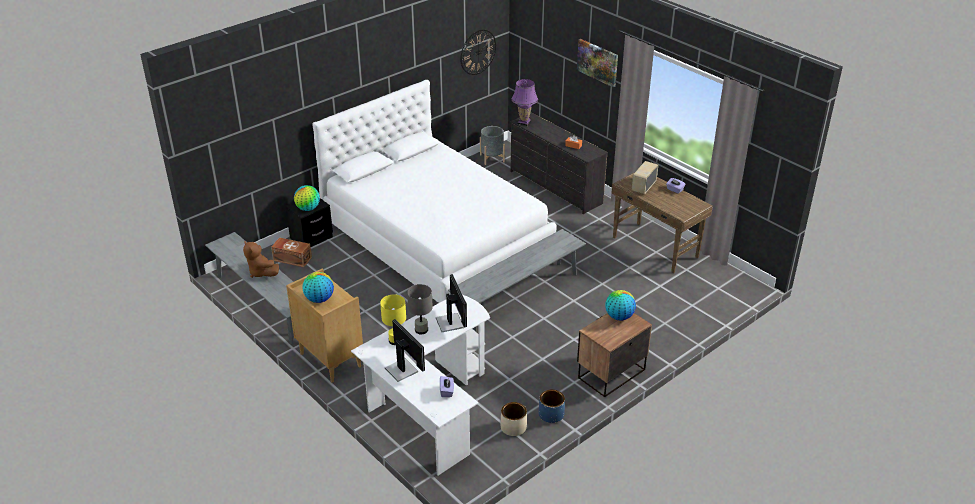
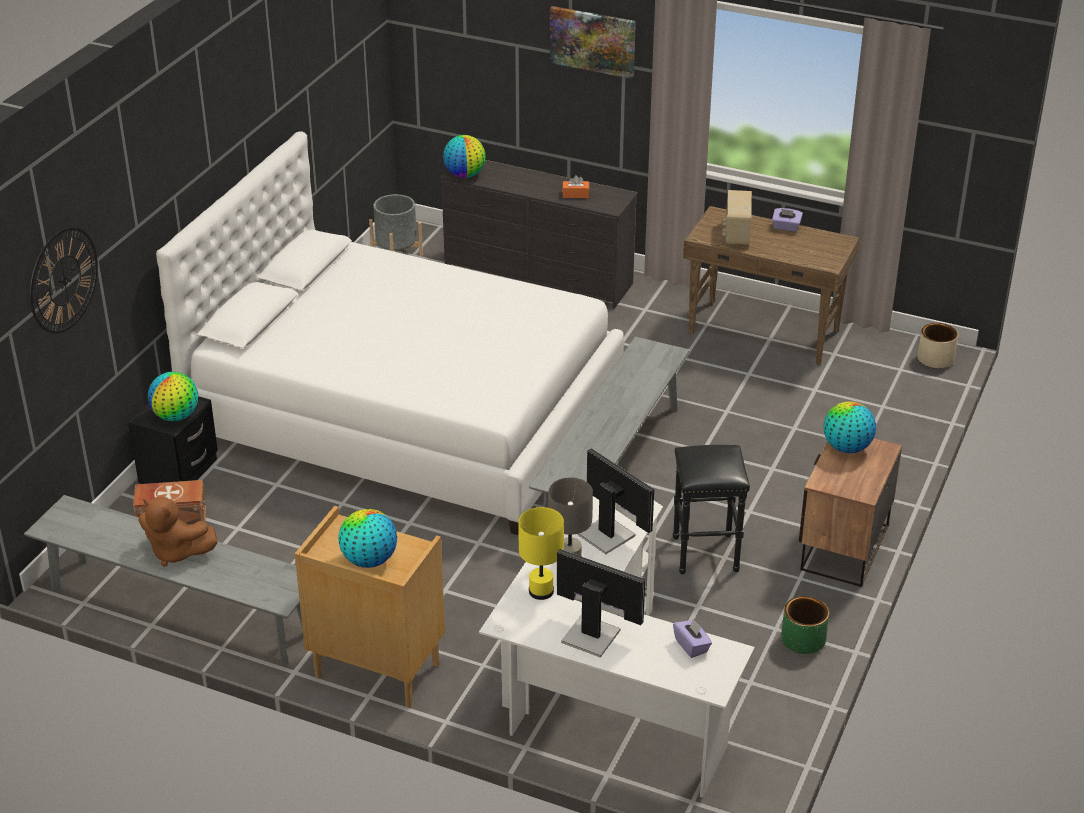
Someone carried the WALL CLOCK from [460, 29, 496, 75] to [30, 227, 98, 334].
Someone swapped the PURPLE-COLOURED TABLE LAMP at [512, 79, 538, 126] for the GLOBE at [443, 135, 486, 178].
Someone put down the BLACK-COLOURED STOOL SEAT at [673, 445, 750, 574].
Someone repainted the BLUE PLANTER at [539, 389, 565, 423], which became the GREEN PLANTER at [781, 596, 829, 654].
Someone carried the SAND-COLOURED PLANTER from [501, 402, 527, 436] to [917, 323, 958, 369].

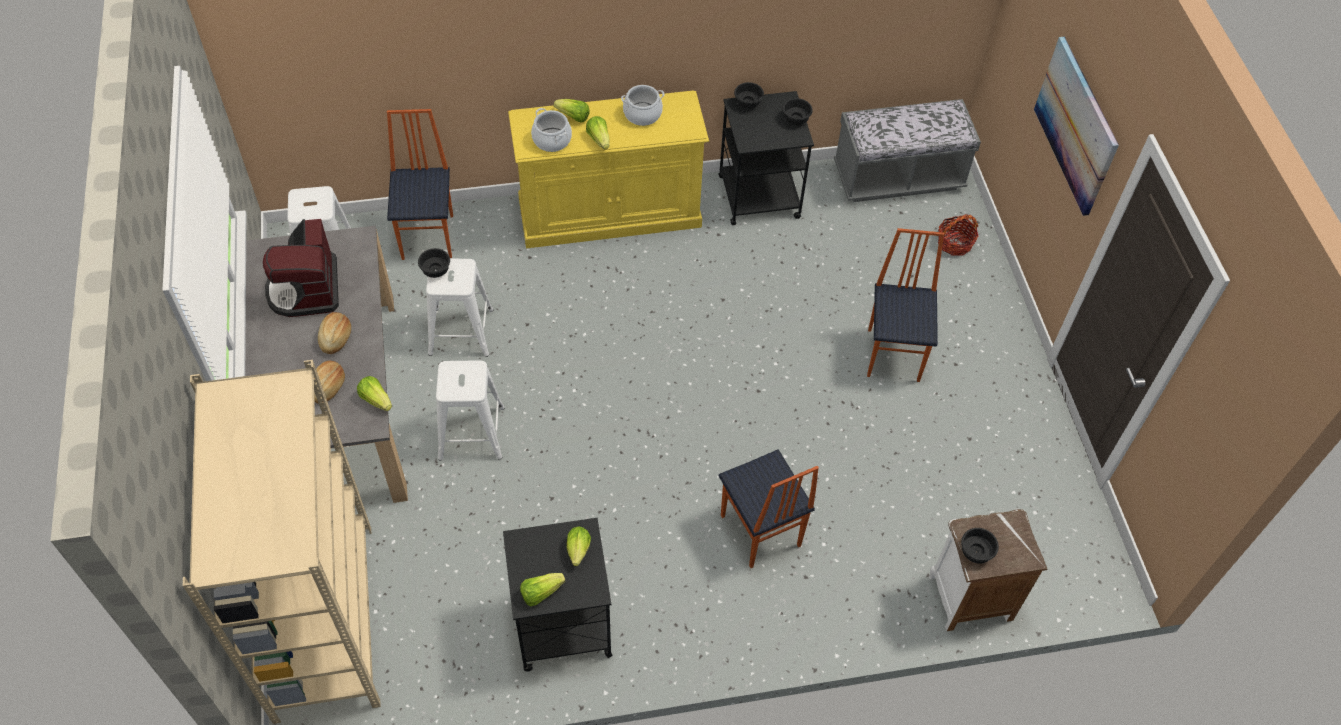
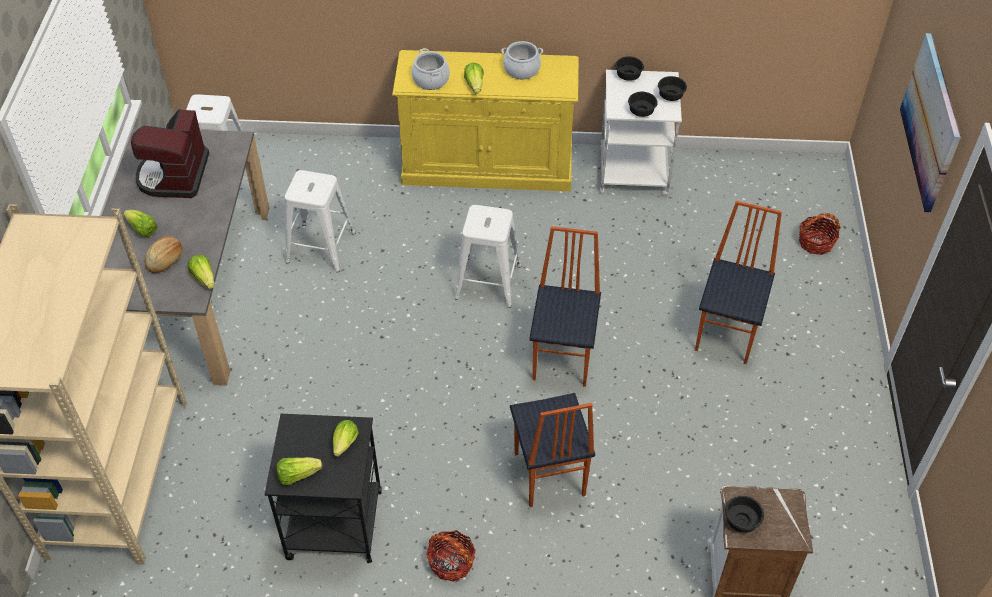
Someone carried the LETTUCE from [553, 99, 590, 123] to [123, 210, 157, 237].
Someone put down the HOUSEHOLD BASKET at [426, 530, 476, 582].
Someone carried the WHITE-COLOURED STOOL SEAT from [436, 360, 505, 461] to [454, 205, 522, 308].
Someone carried the UPRIGHT CHAIR from [387, 109, 453, 260] to [529, 226, 601, 387].
Someone repainted the BLACK-COLOURED TROLLEY at [718, 91, 814, 225], which became the WHITE-COLOURED TROLLEY at [599, 70, 682, 197].
Someone carried the BLACK-COLOURED SERVING BOWL from [418, 248, 450, 278] to [628, 92, 658, 117].
Someone took away the BAKERY BREAD at [318, 312, 351, 354].
Someone took away the GREY INDOOR BENCH at [834, 99, 981, 202].

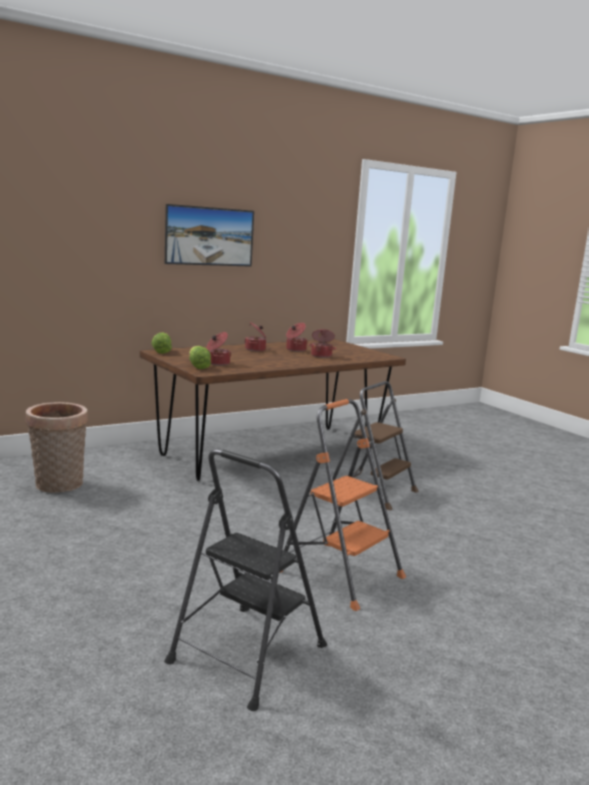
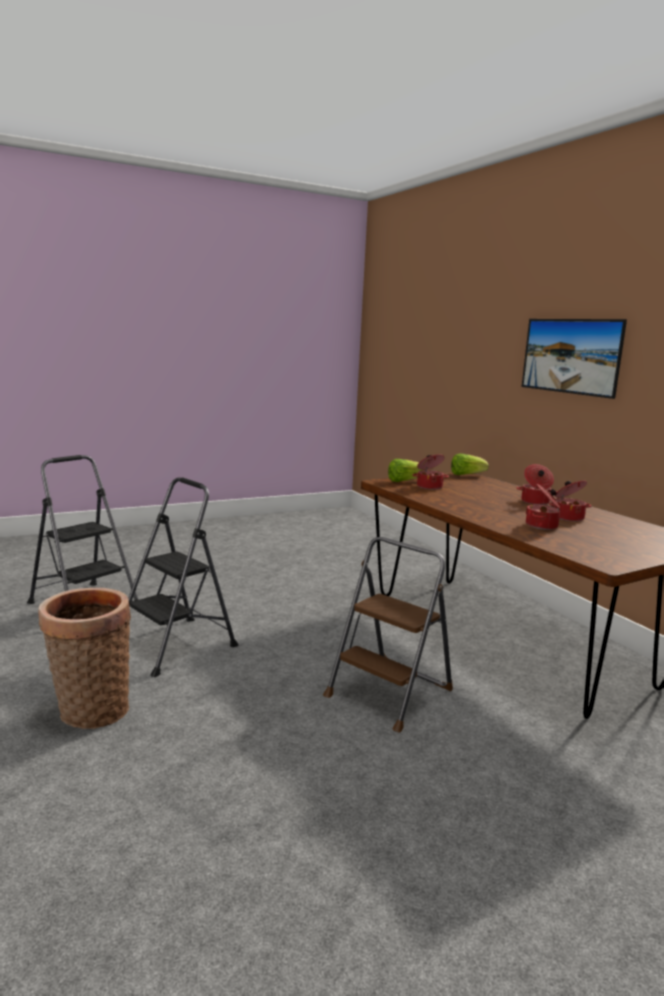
Someone carried the HOUSEHOLD BASKET from [26, 402, 88, 493] to [38, 588, 131, 729].
Someone repainted the ORANGE STEP LADDER at [280, 399, 406, 611], which became the BLACK-COLOURED STEP LADDER at [128, 477, 239, 677].

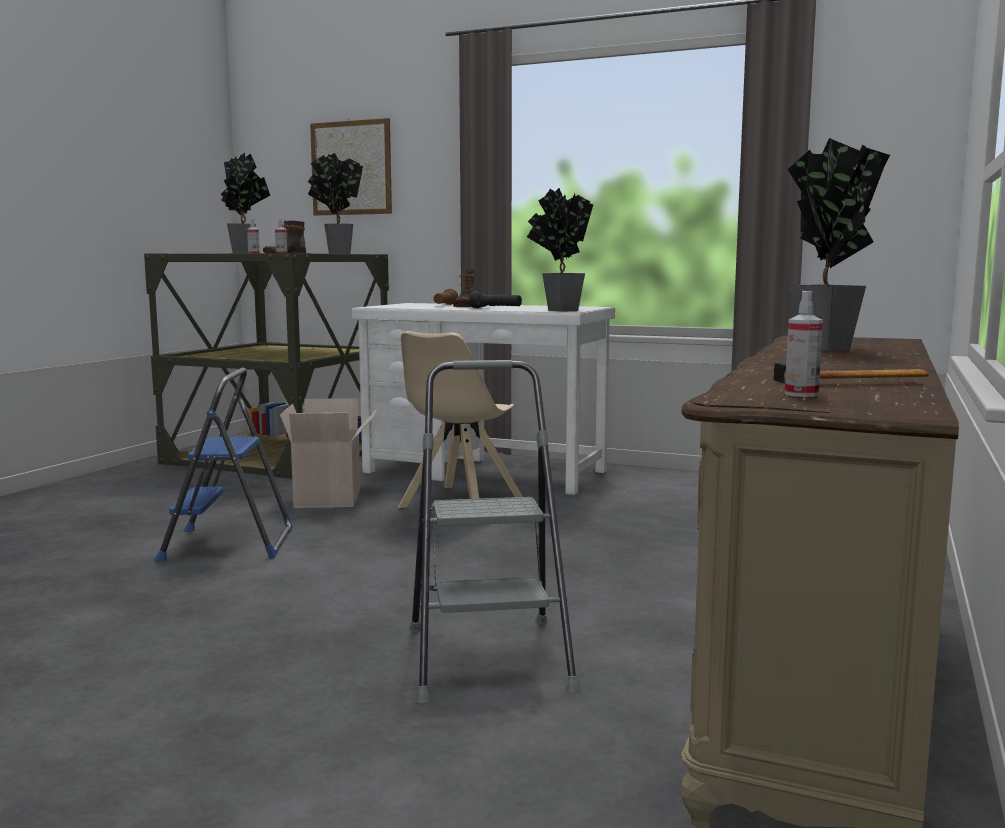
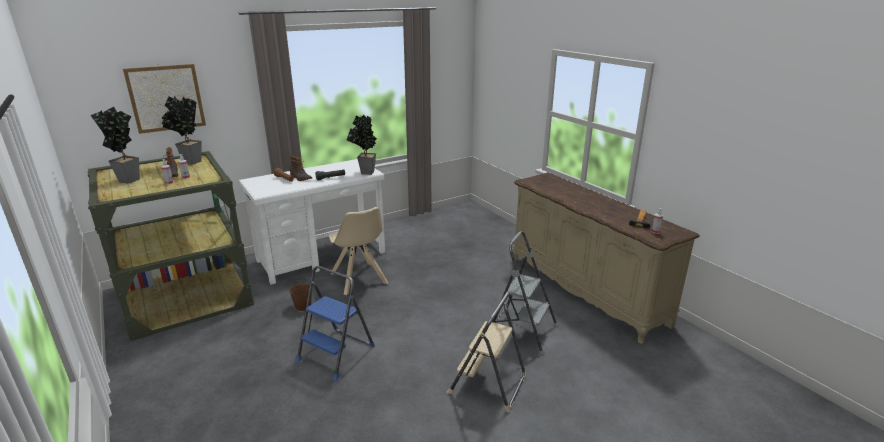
Someone swapped the CARDBOARD BOX at [280, 398, 377, 508] for the BROWN-COLOURED BUCKET at [289, 278, 313, 311].
Someone put down the SAND-COLOURED STEP LADDER at [447, 291, 526, 412].
Someone took away the HOUSEPLANT at [788, 138, 890, 351].

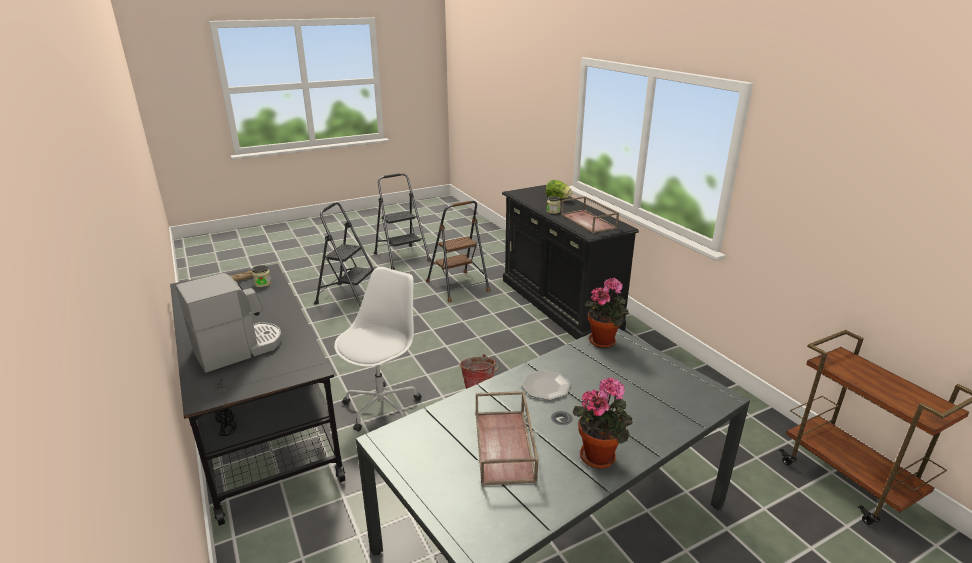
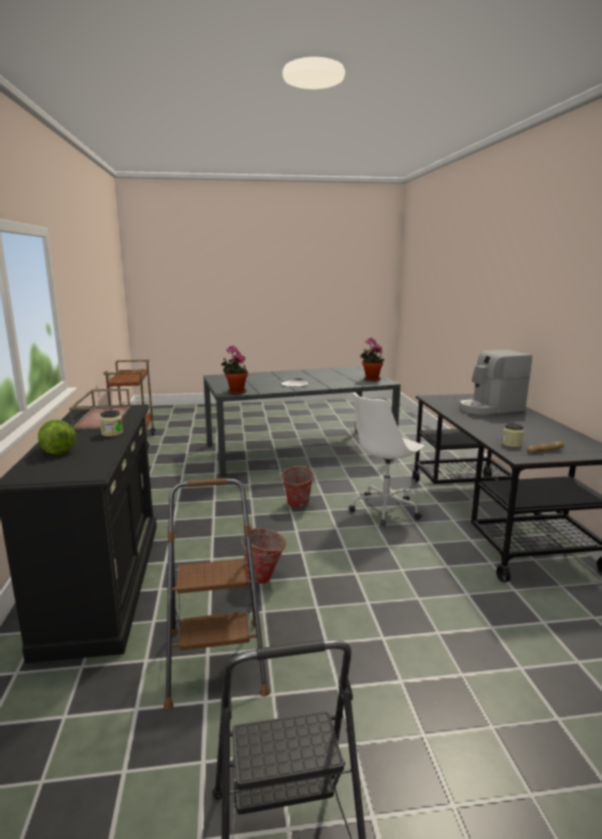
Someone put down the BUCKET at [242, 526, 286, 584].
Someone carried the HOUSEPLANT from [573, 377, 632, 469] to [360, 338, 384, 381].
Someone took away the BLACK-COLOURED STEP LADDER at [314, 202, 374, 306].
Someone took away the BROWN-COLOURED CARRYING TRAY at [476, 391, 538, 486].

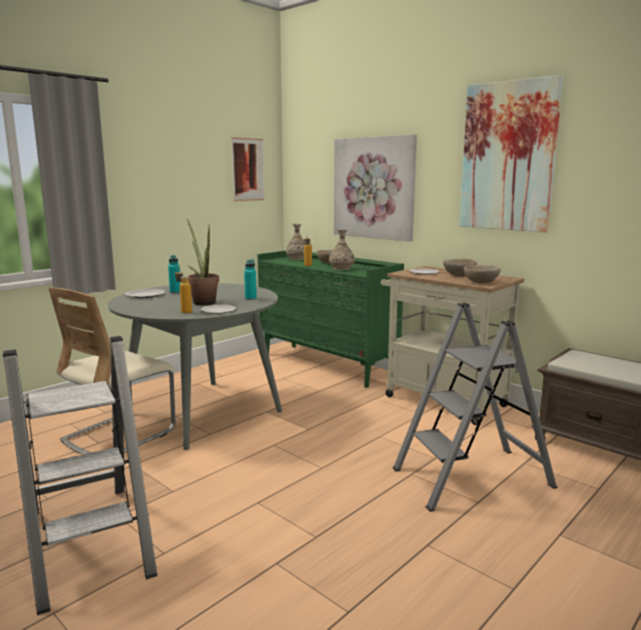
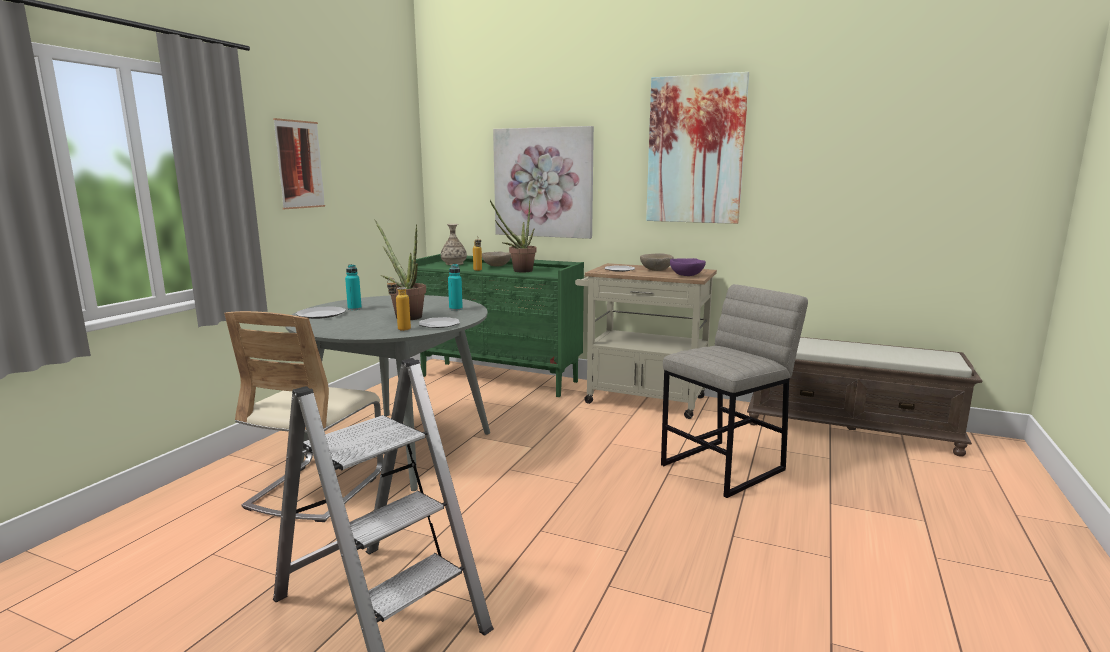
Someone carried the WALL ART from [231, 137, 265, 201] to [273, 118, 325, 209].
Someone swapped the DECORATIVE VASE at [329, 229, 355, 270] for the HOUSEPLANT at [490, 200, 537, 272].
Someone swapped the GREY STEP LADDER at [393, 303, 558, 512] for the GREY UPRIGHT CHAIR at [661, 284, 808, 498].
Someone repainted the SAND-COLOURED SERVING BOWL at [464, 265, 501, 283], which became the PURPLE-COLOURED SERVING BOWL at [670, 258, 706, 276].

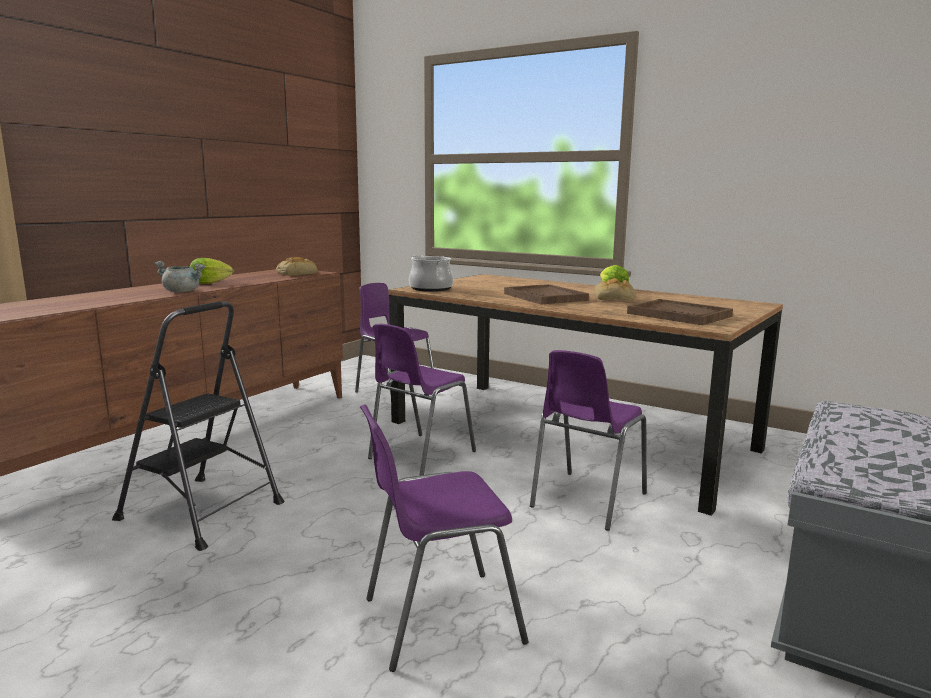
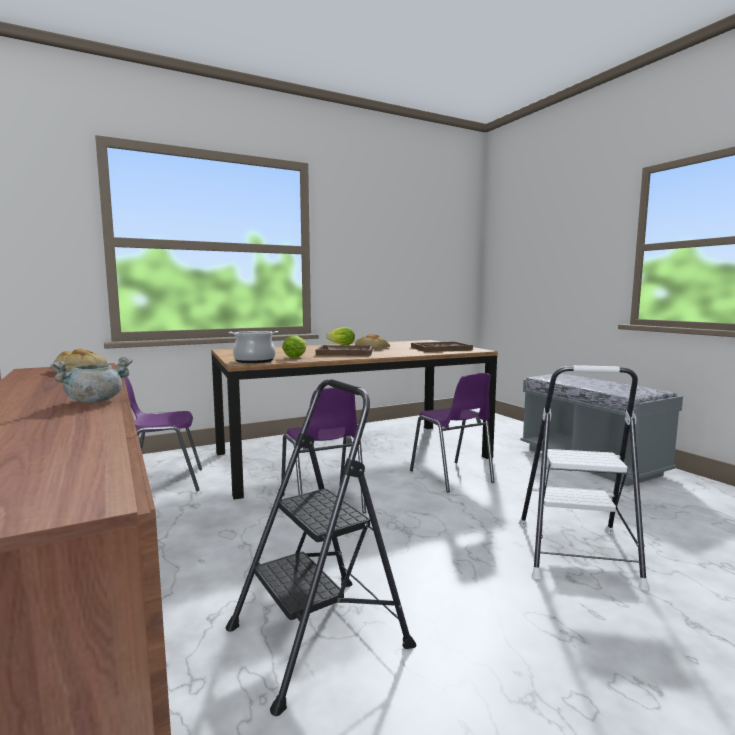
Someone carried the LETTUCE from [190, 258, 234, 284] to [282, 335, 306, 358].
Someone swapped the PURPLE-COLOURED UPRIGHT CHAIR at [360, 404, 528, 672] for the WHITE-COLOURED STEP LADDER at [519, 365, 650, 591].

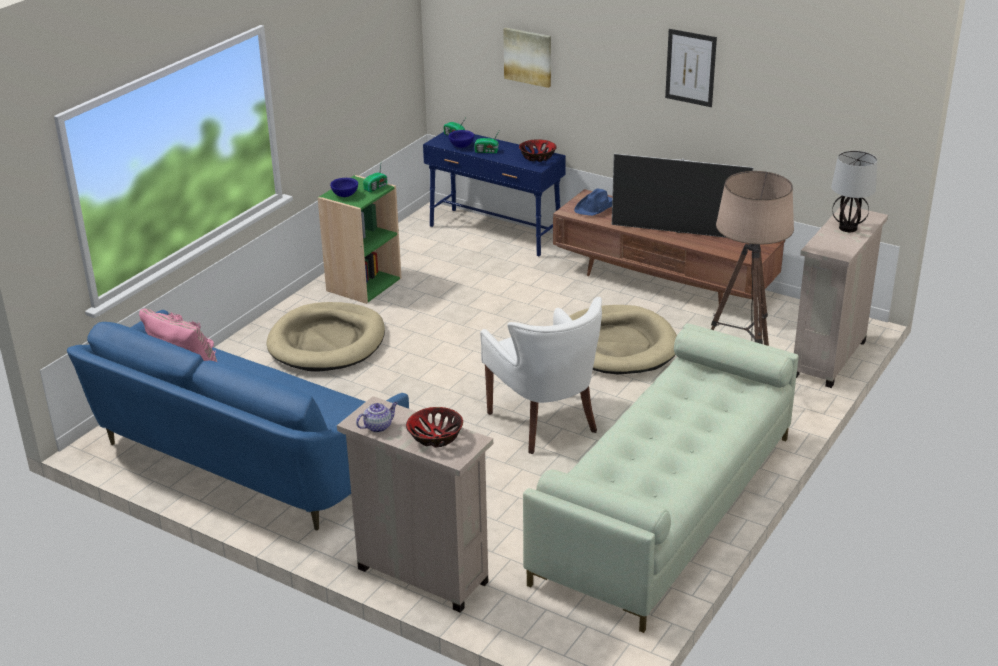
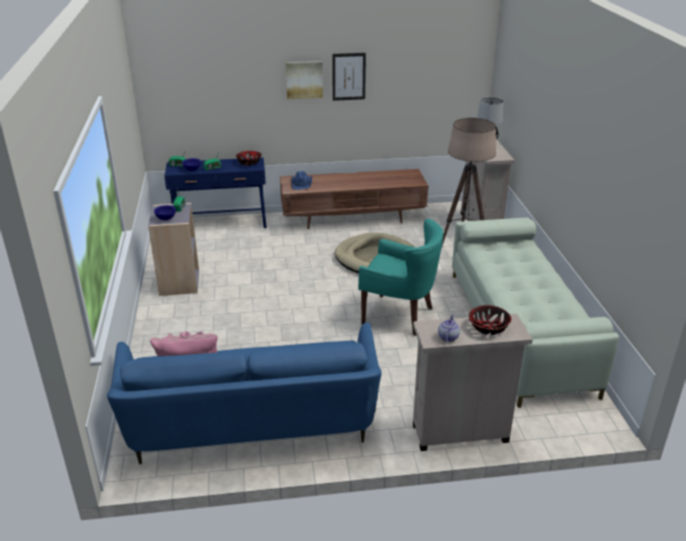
Someone repainted the GREEN BOOKSHELF at [318, 175, 402, 304], which became the GREY BOOKSHELF at [148, 203, 199, 296].
Someone carried the WALL ART from [503, 28, 551, 88] to [286, 61, 323, 99].
Someone repainted the WHITE-COLOURED ARMCHAIR at [480, 297, 602, 454], which became the BLUE-GREEN ARMCHAIR at [358, 219, 443, 336].
Someone took away the SAND-COLOURED PET BED at [267, 302, 385, 372].
Someone took away the TV SET at [612, 153, 754, 238].

